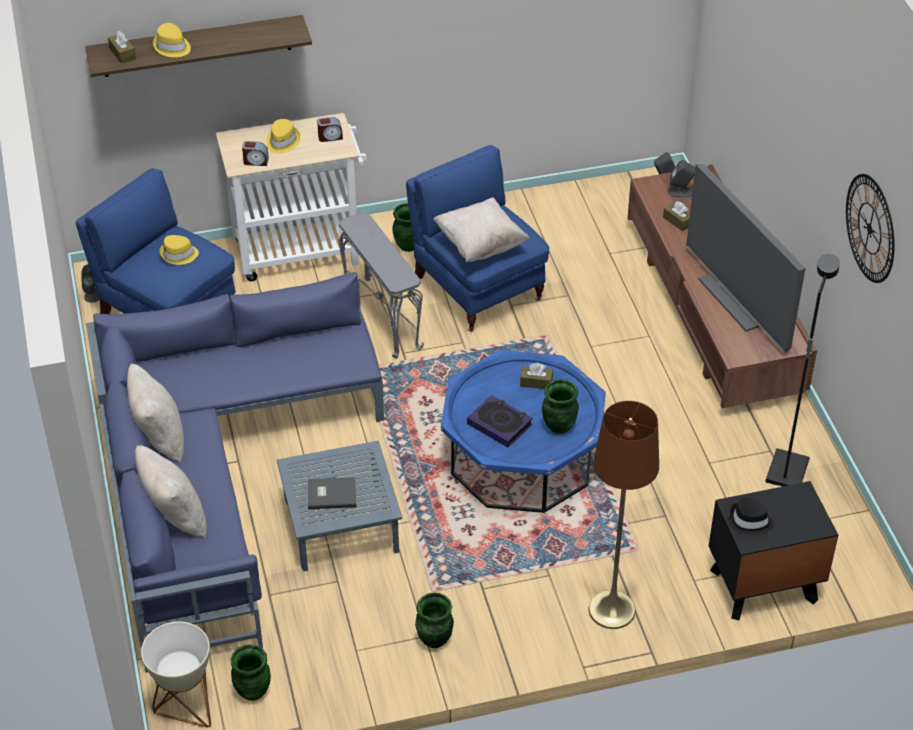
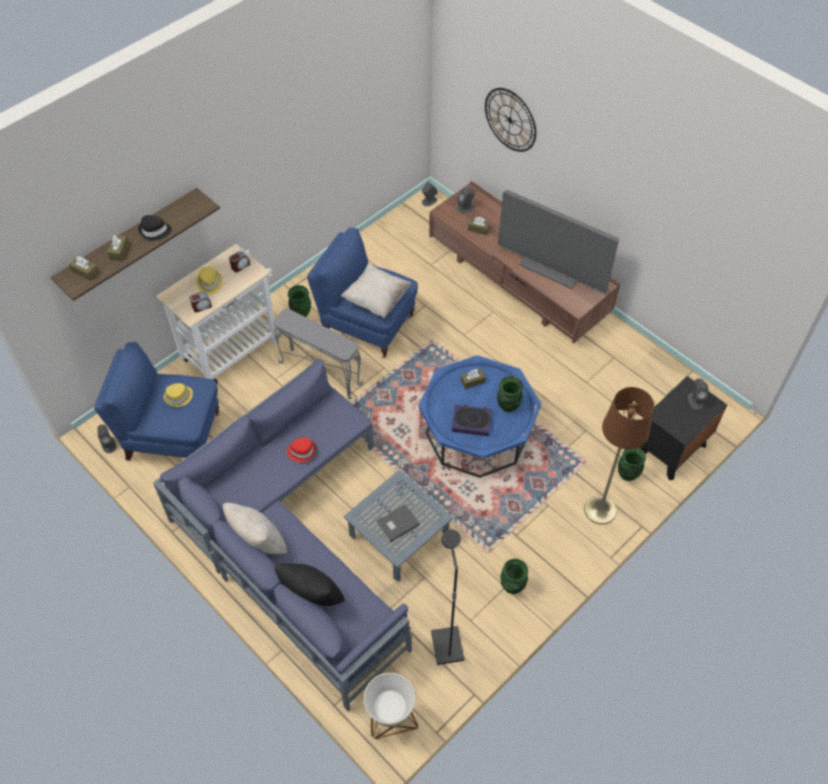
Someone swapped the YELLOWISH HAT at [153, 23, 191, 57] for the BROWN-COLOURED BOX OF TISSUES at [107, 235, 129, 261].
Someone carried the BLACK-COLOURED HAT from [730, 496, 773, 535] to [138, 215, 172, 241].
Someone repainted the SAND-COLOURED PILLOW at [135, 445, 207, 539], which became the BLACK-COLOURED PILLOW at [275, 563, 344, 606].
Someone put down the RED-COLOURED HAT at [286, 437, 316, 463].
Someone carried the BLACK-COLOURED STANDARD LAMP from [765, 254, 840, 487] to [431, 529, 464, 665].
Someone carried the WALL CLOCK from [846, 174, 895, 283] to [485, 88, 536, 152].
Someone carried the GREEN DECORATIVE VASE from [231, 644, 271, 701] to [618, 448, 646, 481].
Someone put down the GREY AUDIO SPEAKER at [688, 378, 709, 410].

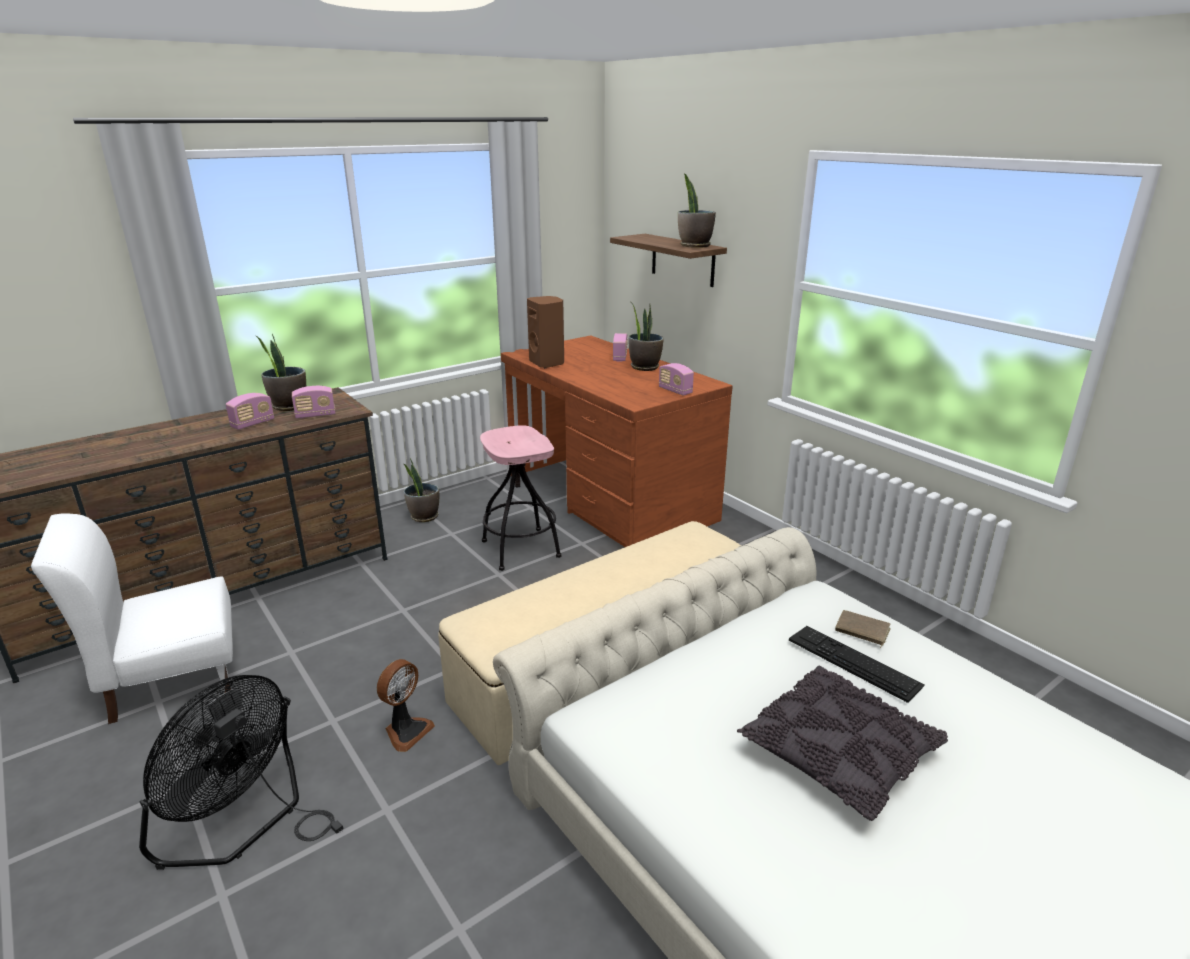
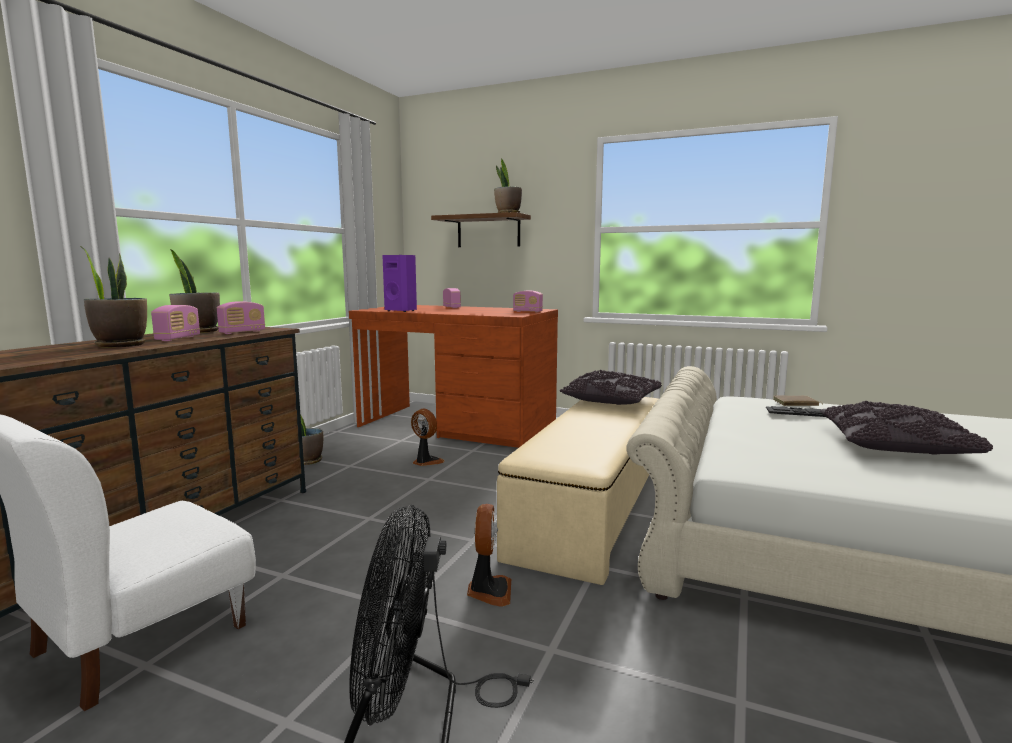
Someone carried the HOUSEPLANT from [629, 302, 664, 371] to [80, 246, 147, 347].
Someone repainted the BROWN-COLOURED AUDIO SPEAKER at [527, 296, 564, 368], which became the PURPLE-COLOURED AUDIO SPEAKER at [382, 255, 417, 312].
Someone swapped the PINK-COLOURED STOOL SEAT at [480, 425, 561, 571] for the FAN at [411, 408, 444, 466].
Someone put down the BLACK-COLOURED PILLOW at [560, 370, 662, 405].

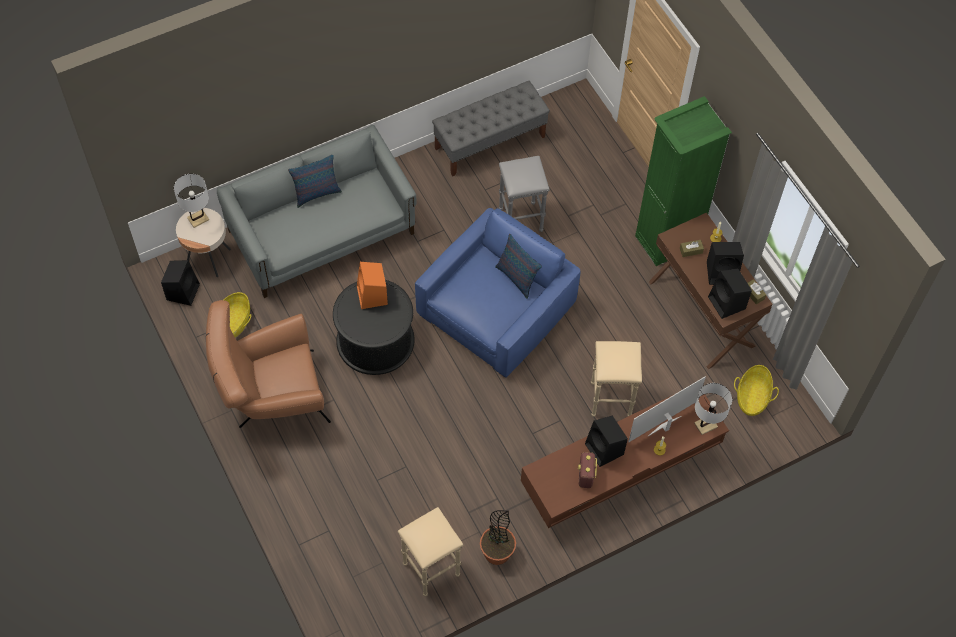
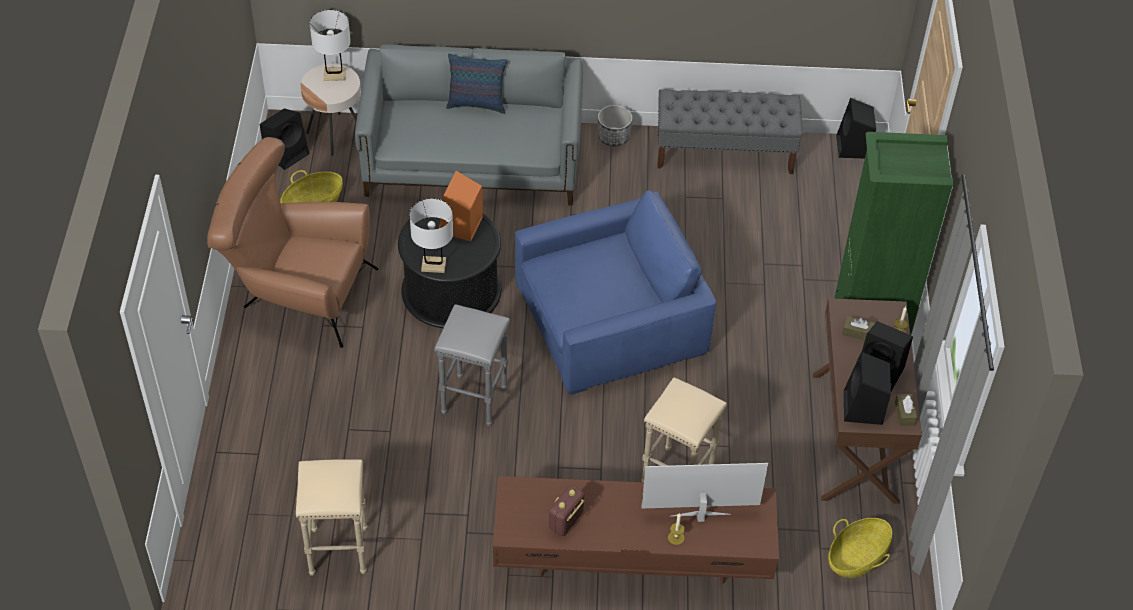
Someone carried the WHITE-COLOURED TABLE LAMP from [694, 383, 732, 435] to [410, 198, 453, 273].
Someone carried the GREY STOOL SEAT from [499, 156, 550, 232] to [434, 304, 510, 427].
Someone put down the PLANTER at [598, 105, 632, 146].
Someone carried the BLACK-COLOURED AUDIO SPEAKER from [585, 416, 628, 467] to [836, 98, 876, 158].
Someone took away the HOUSEPLANT at [480, 510, 516, 565].
Someone took away the BLUE PILLOW at [495, 234, 542, 299].

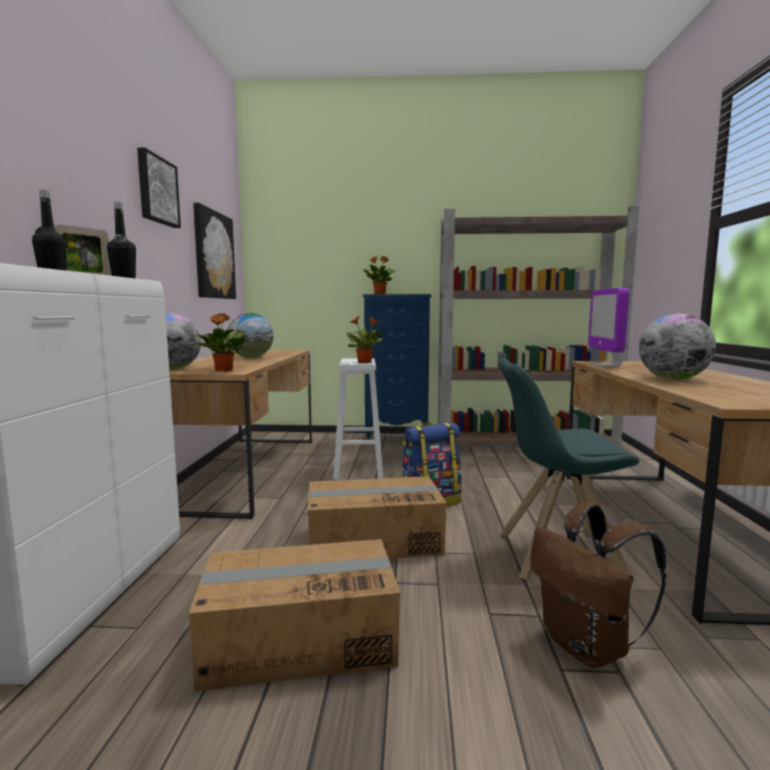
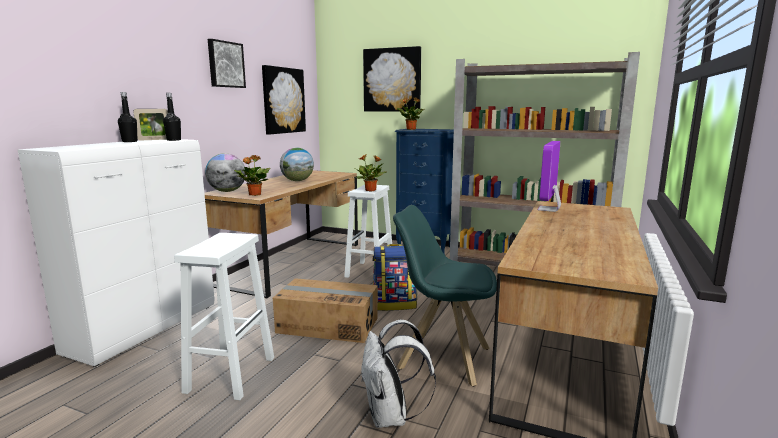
Someone swapped the CARDBOARD BOX at [189, 539, 400, 691] for the WHITE-COLOURED STOOL SEAT at [174, 233, 274, 400].
Someone repainted the BROWN-COLOURED KNAPSACK at [530, 502, 666, 668], which became the WHITE-COLOURED KNAPSACK at [361, 320, 436, 428].
Someone put up the WALL ART at [363, 46, 421, 112].
Someone took away the GLOBE at [639, 314, 716, 380].

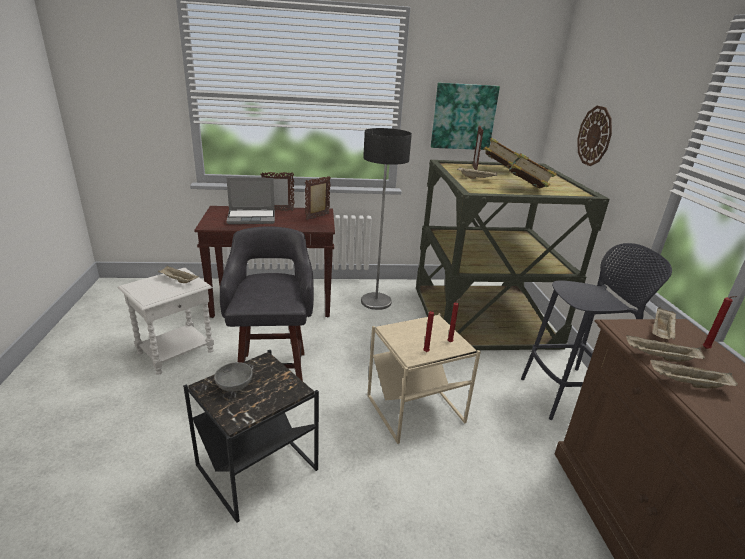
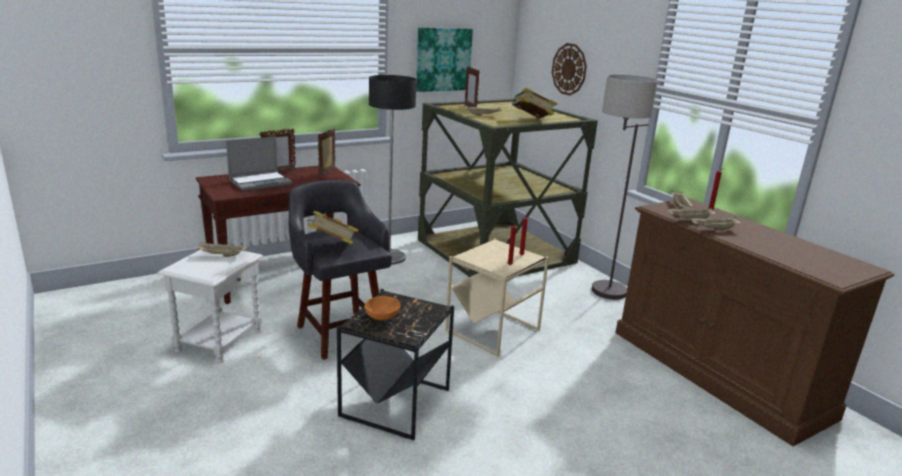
Someone carried the VOLUME from [483, 137, 519, 169] to [307, 210, 359, 244].
Someone repainted the GREY SERVING BOWL at [214, 362, 253, 392], which became the ORANGE SERVING BOWL at [365, 296, 400, 320].
Someone swapped the GREY STOOL SEAT at [521, 243, 672, 420] for the GREY STANDARD LAMP at [592, 75, 658, 300].

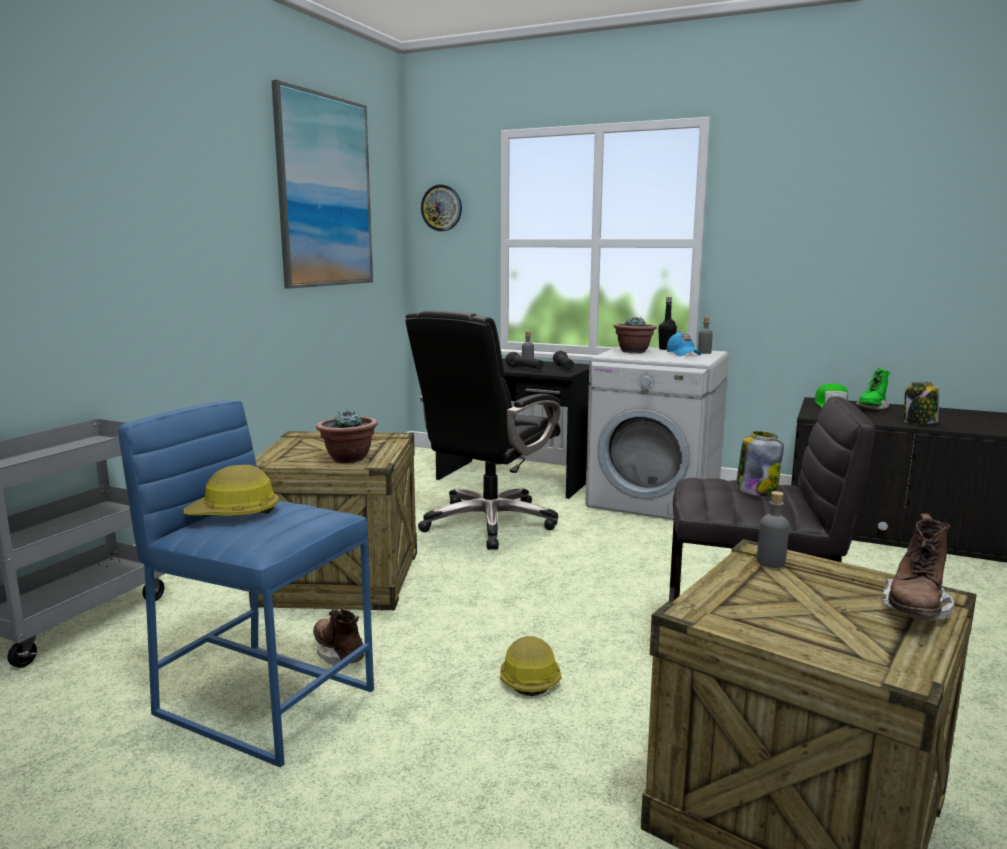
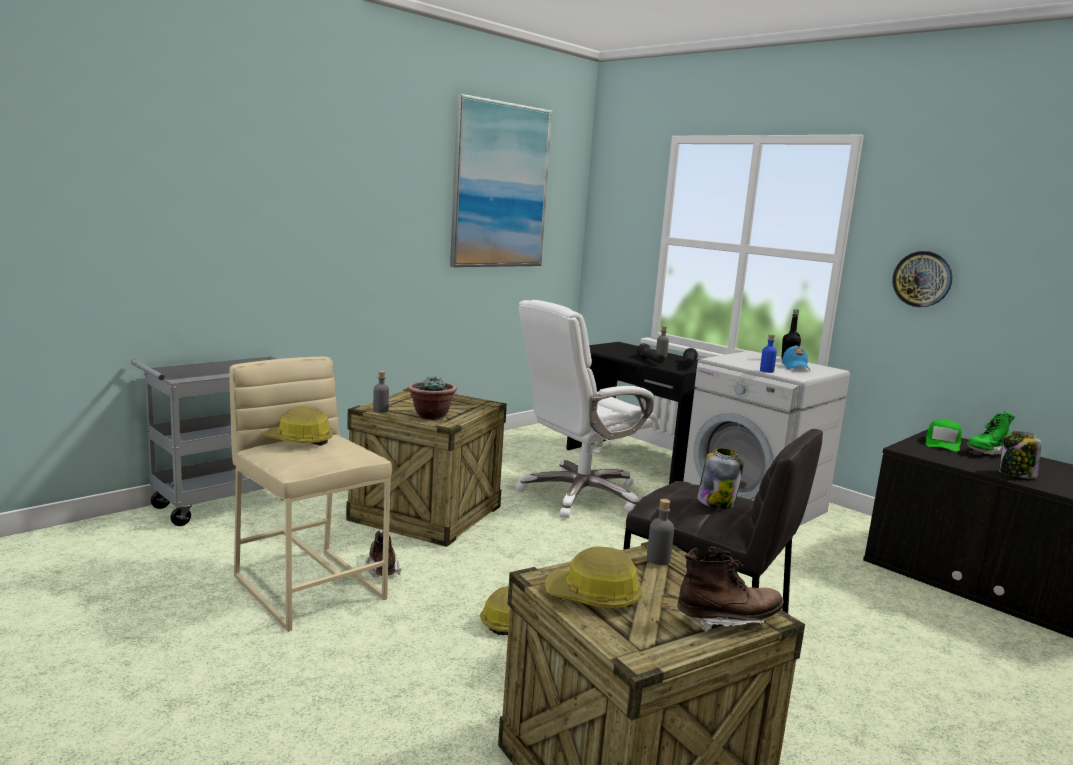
Someone repainted the BLUE STOOL SEAT at [118, 400, 374, 767], which became the SAND-COLOURED STOOL SEAT at [229, 357, 392, 632].
Someone carried the GREY BOTTLE from [698, 317, 713, 354] to [373, 371, 389, 413].
Someone repainted the BLACK-COLOURED COMPUTER CHAIR at [405, 310, 561, 550], which became the WHITE-COLOURED COMPUTER CHAIR at [516, 300, 658, 518].
Someone put down the SAFETY HELMET at [545, 547, 642, 608].
Someone rotated the BROWN-COLOURED HIGH-TOP BOOT at [882, 513, 954, 621] by 150 degrees counterclockwise.
Someone put down the BLUE BOTTLE at [760, 334, 777, 373].
Someone carried the WALL CLOCK from [421, 184, 462, 231] to [892, 251, 953, 307].
Someone took away the HOUSEPLANT at [613, 317, 657, 353].

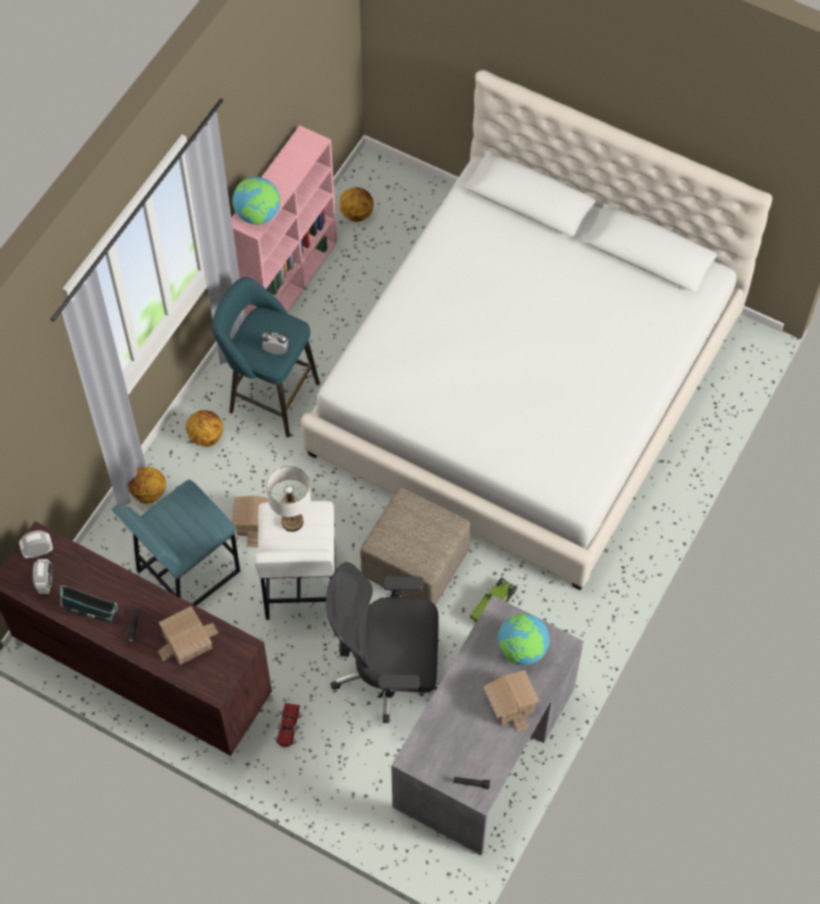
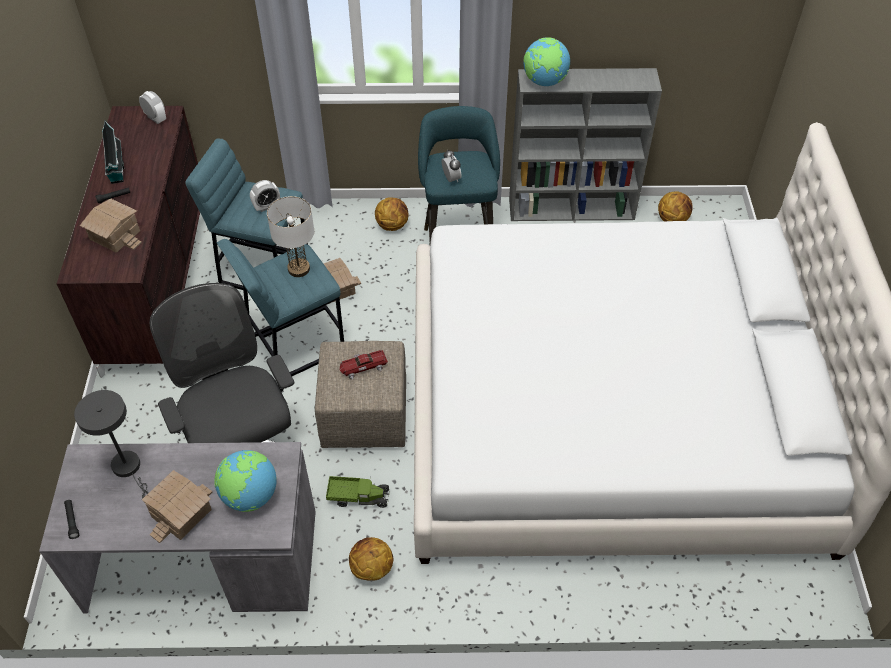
Someone put down the GREY TABLE LAMP at [74, 390, 148, 499].
Someone repainted the WHITE-COLOURED STOOL SEAT at [254, 501, 336, 620], which became the BLUE STOOL SEAT at [217, 239, 344, 382].
Someone carried the TABLE CLOCK from [33, 559, 52, 594] to [250, 180, 280, 212].
Someone carried the MINIATURE CAR from [273, 703, 303, 748] to [340, 350, 388, 380].
Someone carried the BALL FOR BASKETBALL from [128, 467, 166, 504] to [349, 537, 393, 581].
Someone repainted the PINK-COLOURED BOOKSHELF at [231, 125, 337, 318], which became the GREY BOOKSHELF at [509, 68, 662, 221].

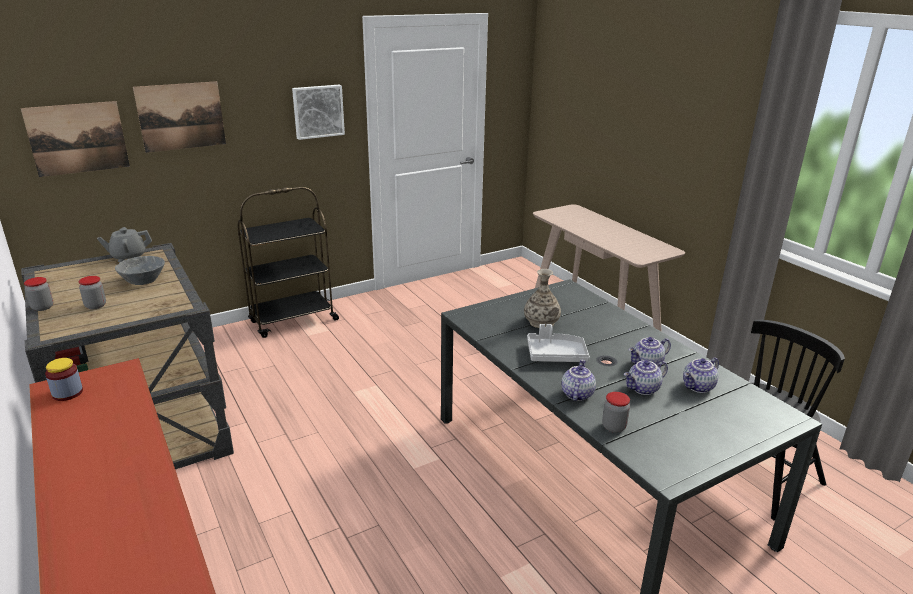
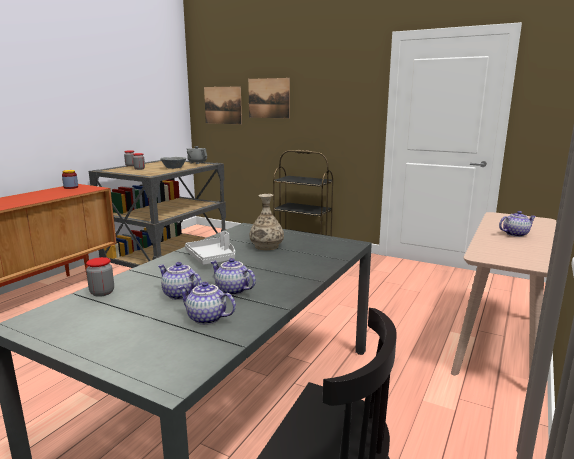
Someone carried the TEAPOT from [561, 360, 596, 401] to [499, 211, 536, 237].
Someone took away the WALL ART at [292, 85, 345, 140].

